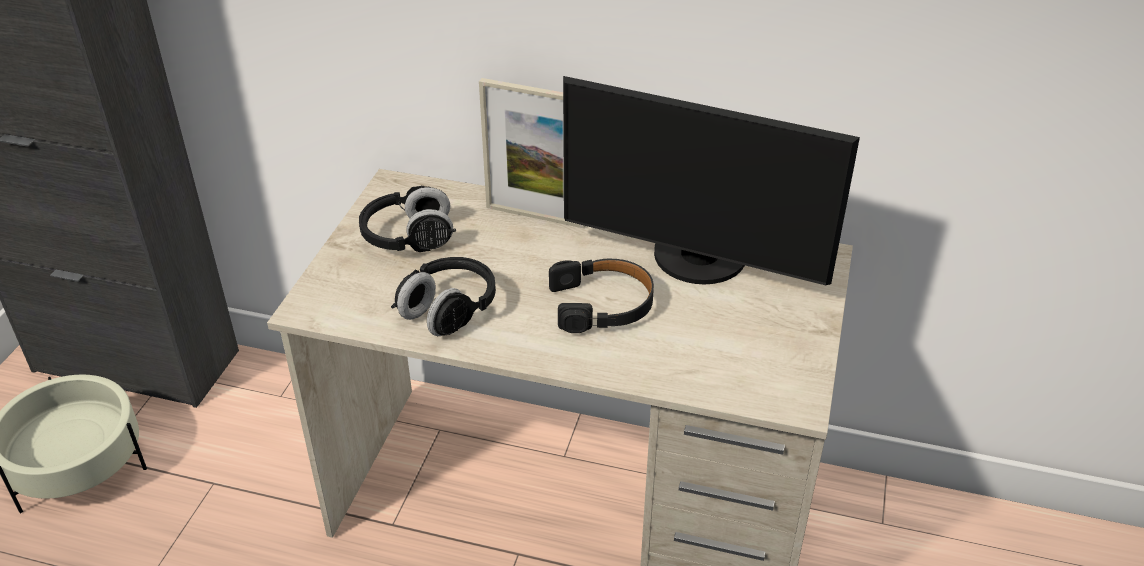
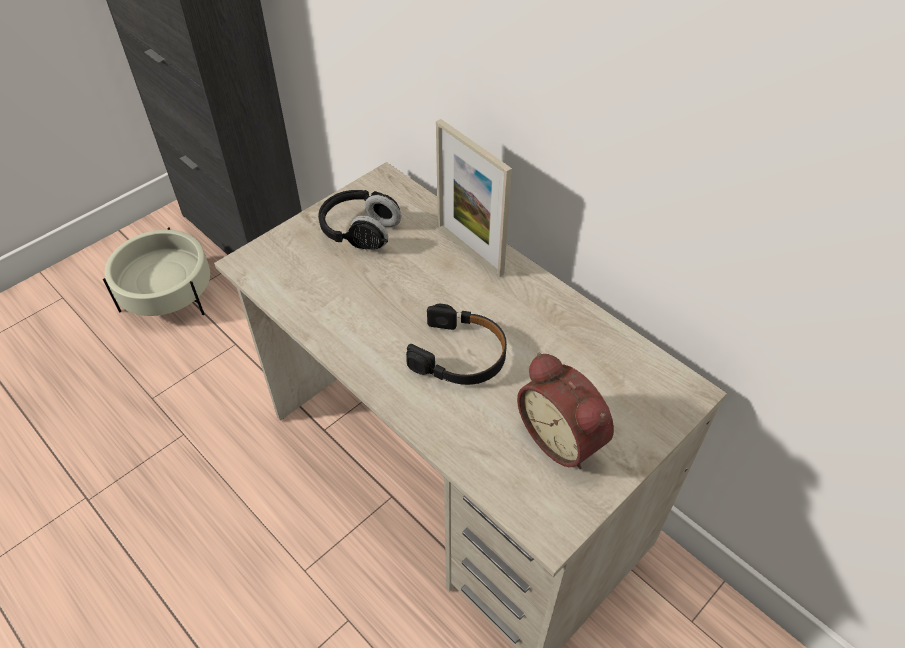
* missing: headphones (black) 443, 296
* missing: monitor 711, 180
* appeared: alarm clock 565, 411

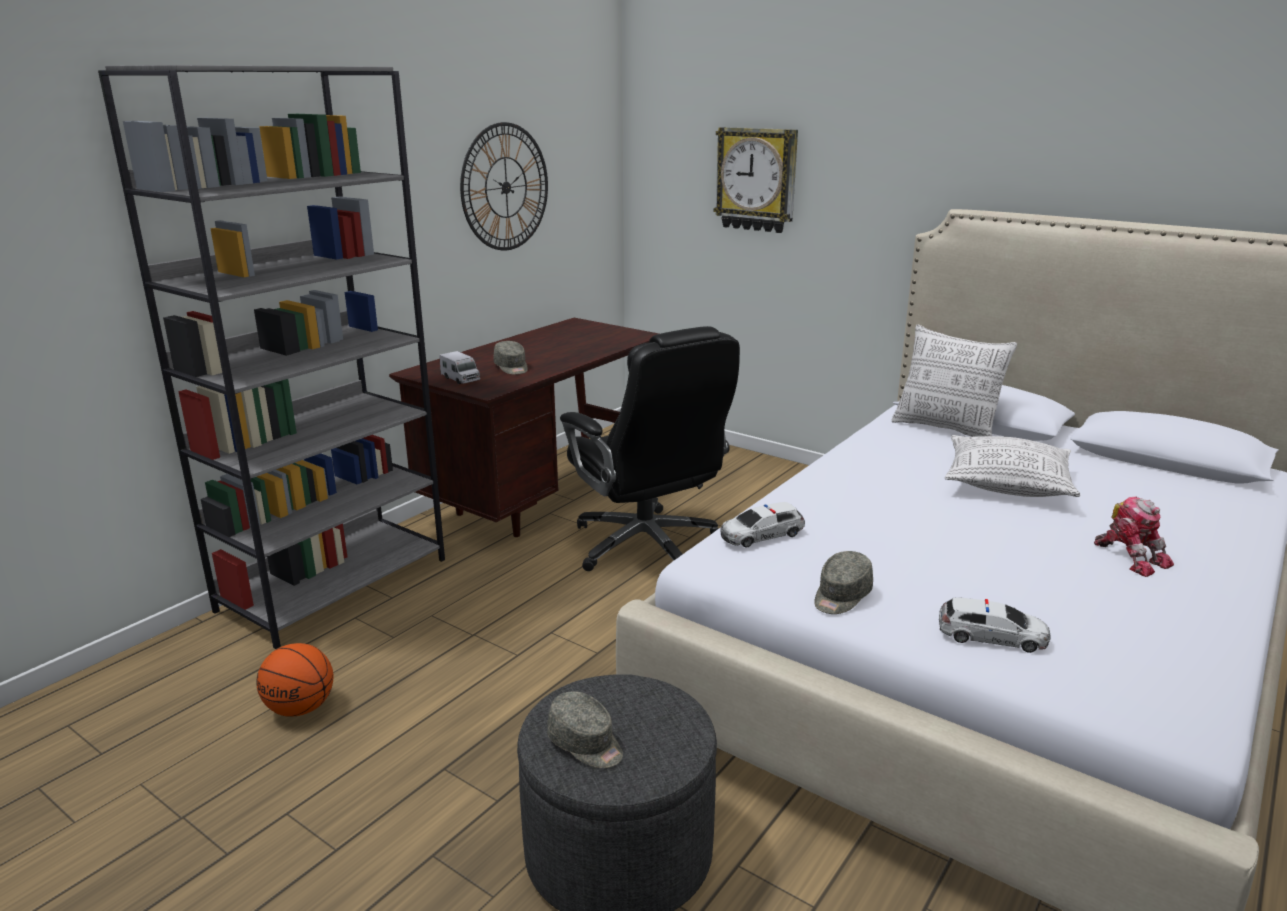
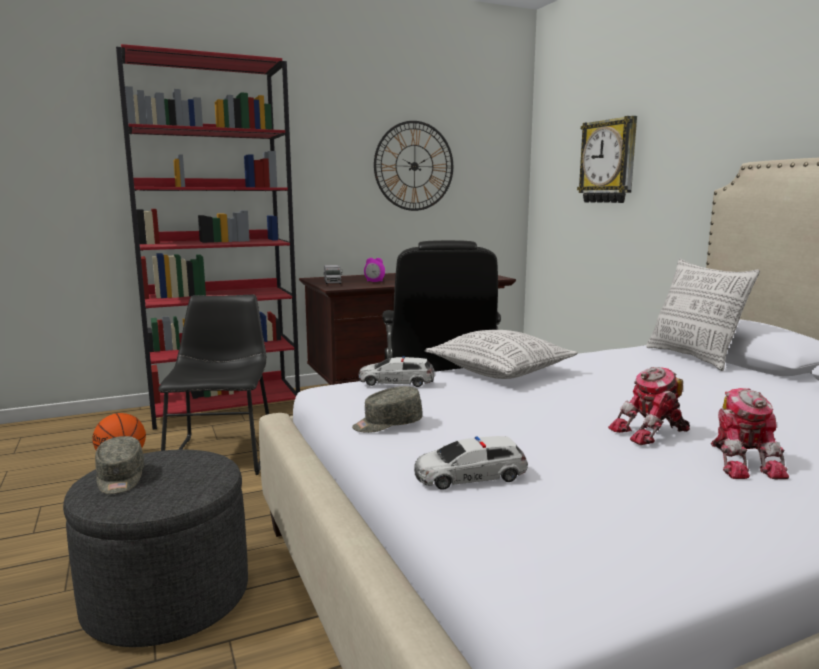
* colour: bookcase (grey) 271, 357 to bookcase (red) 208, 237
* exchanged: cap (grey) 510, 358 to alarm clock 374, 270
* spun: toy car 994, 625 = 471, 463 120 degrees clockwise
* relocated: pillow 1012, 466 to 501, 354
* appeared: chair (black) 213, 385
* appeared: toy robot 649, 406

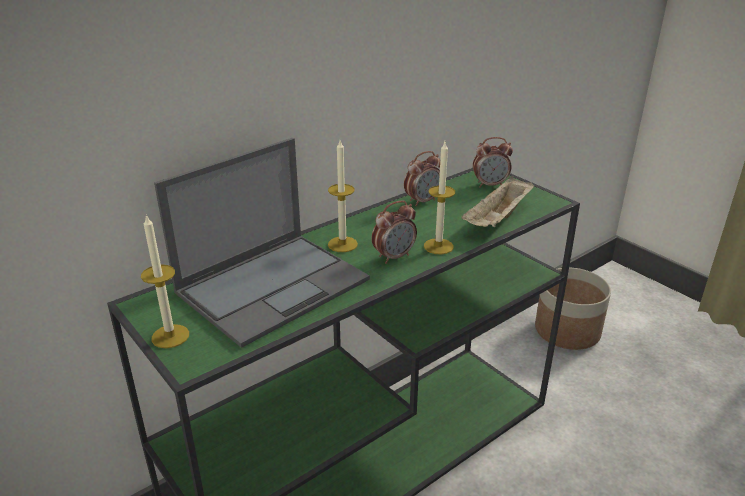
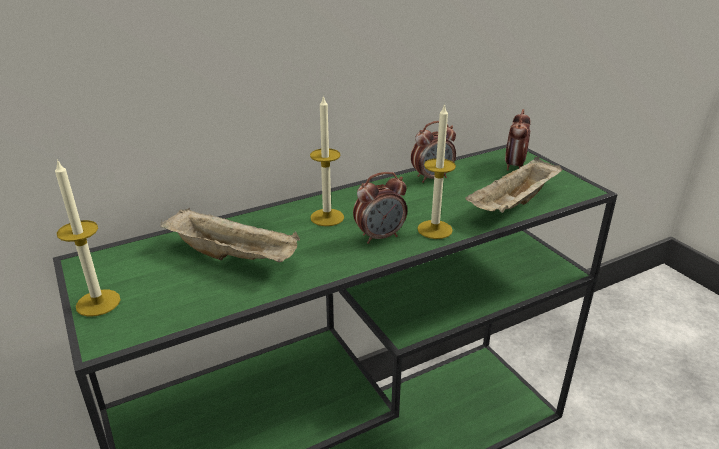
* exchanged: laptop 262, 243 to tray (beige) 230, 234
* spun: alarm clock 493, 162 = 518, 139 105 degrees clockwise
* missing: planter 573, 309

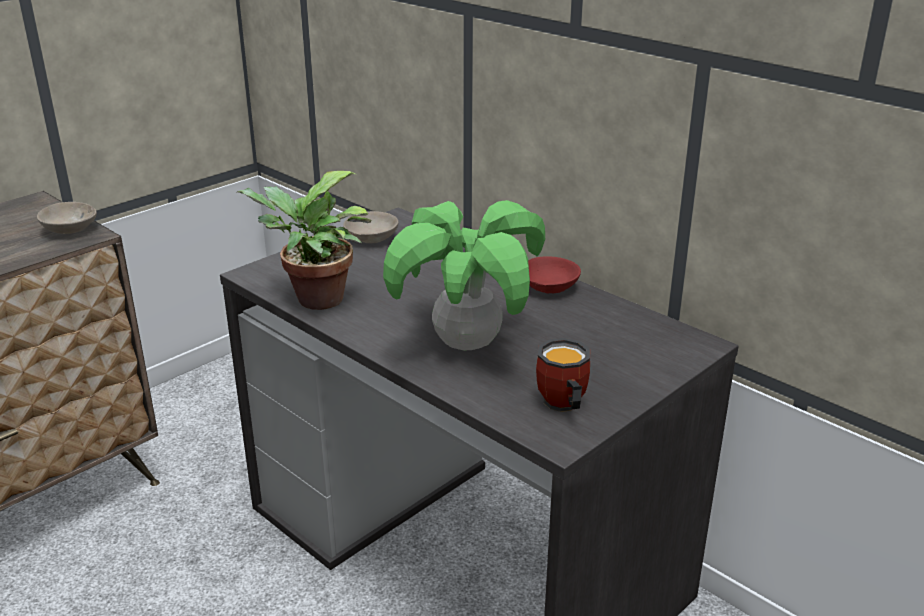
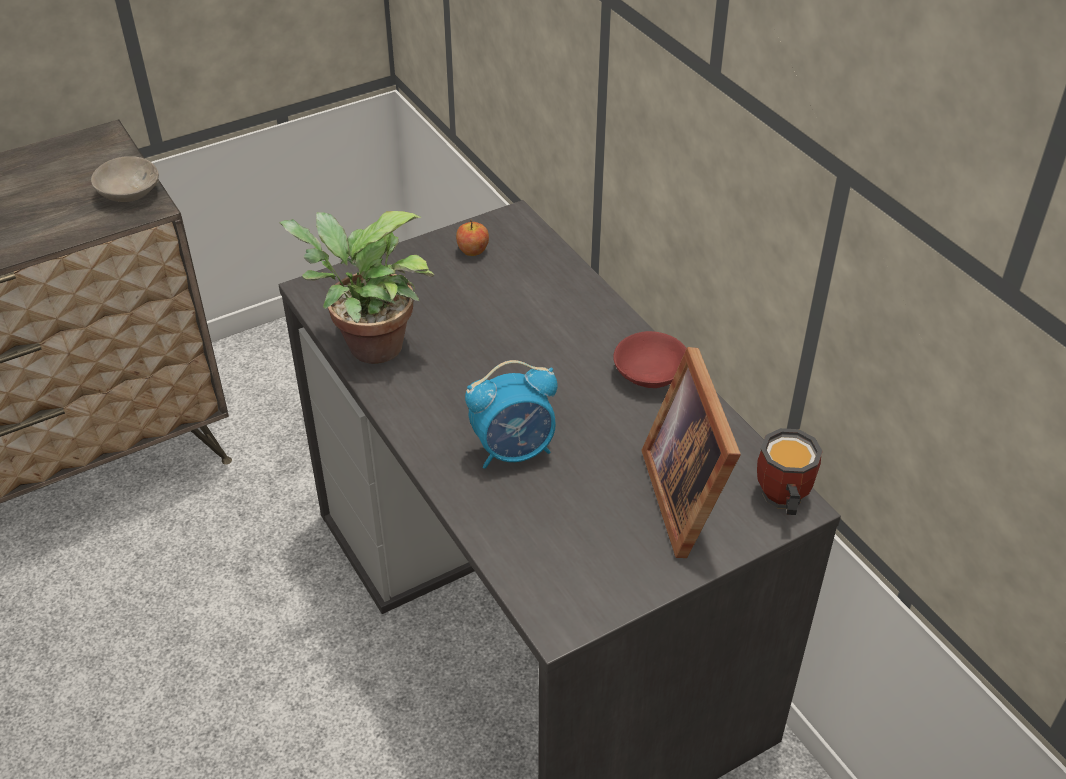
* exchanged: bowl (beige) 371, 227 to apple 472, 238
* exchanged: potted plant 464, 275 to alarm clock 511, 414
* relocated: mug 563, 375 to 790, 471
* appeared: picture frame 691, 452

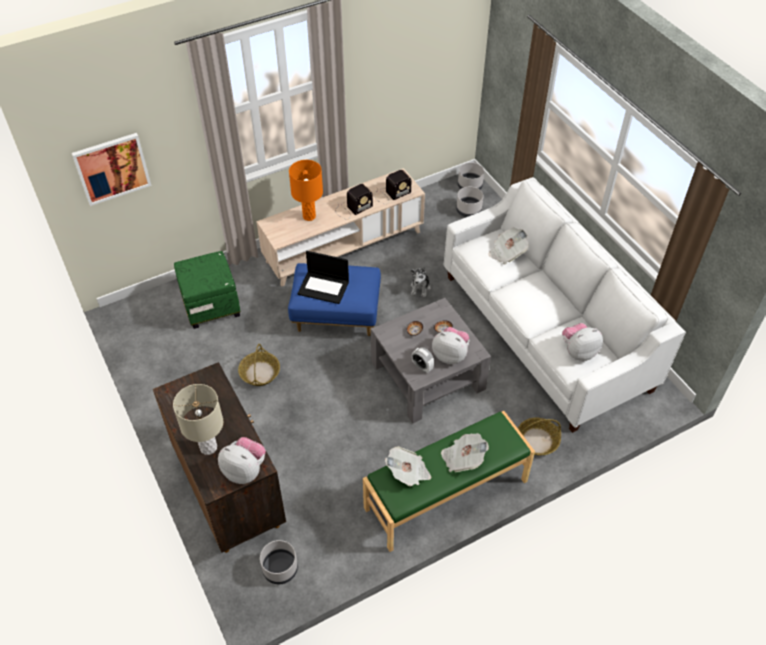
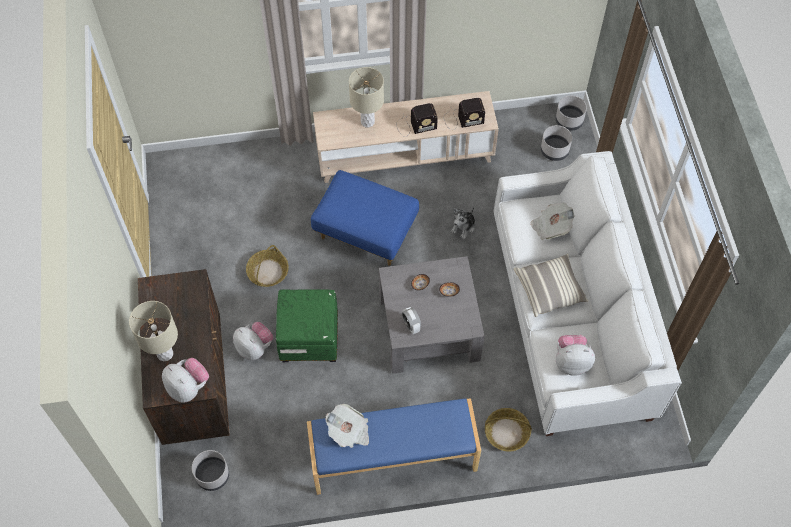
* missing: picture 111, 169
* relocated: ottoman (green) 207, 290 to 307, 325
* colour: table lamp (orange) 306, 190 to table lamp (beige) 366, 97
* missing: laptop 323, 277
* colour: bench (green) 449, 481 to bench (blue) 394, 446
* relocated: plush toy 450, 345 to 253, 341
* missing: newspaper 465, 452
* appeared: pillow 551, 285

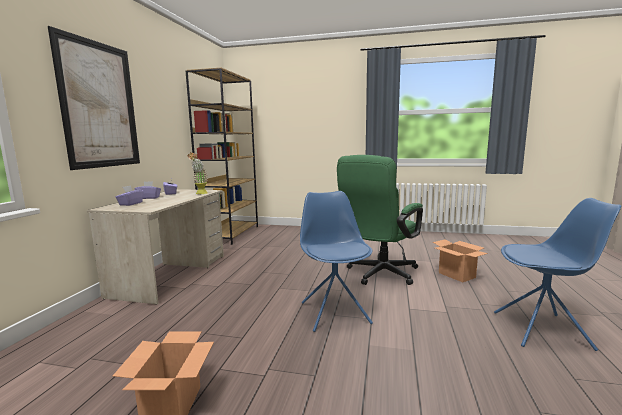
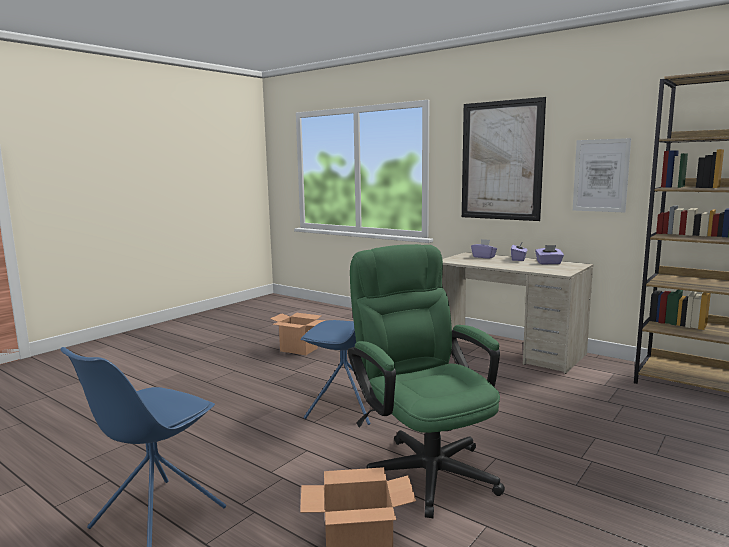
* missing: potted plant 197, 173
* appeared: picture 602, 175

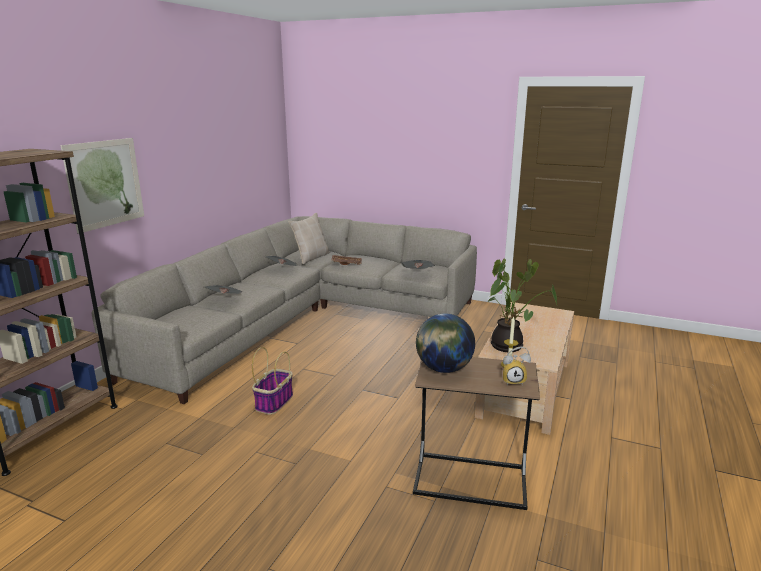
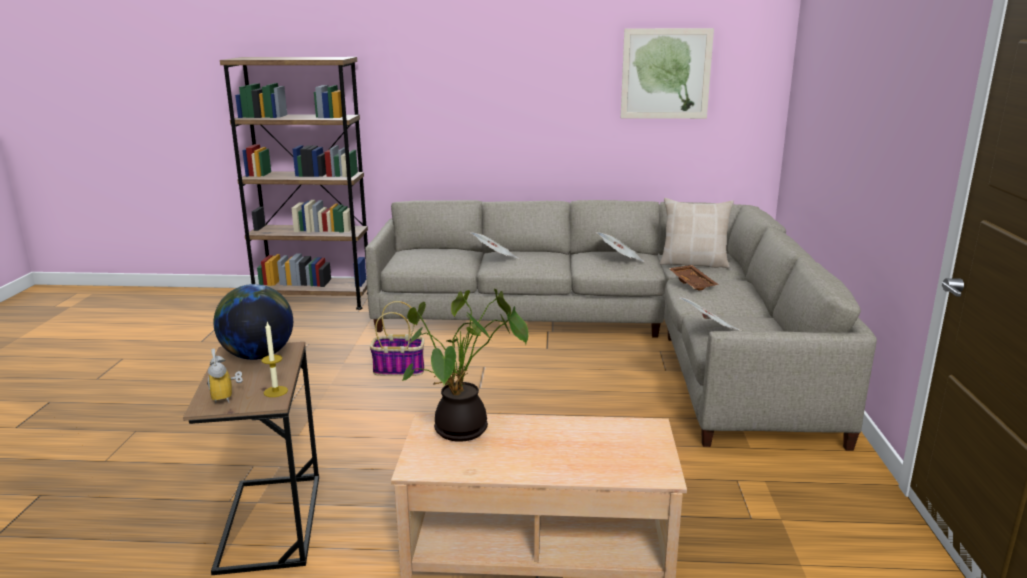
* relocated: picture 102, 186 to 667, 73

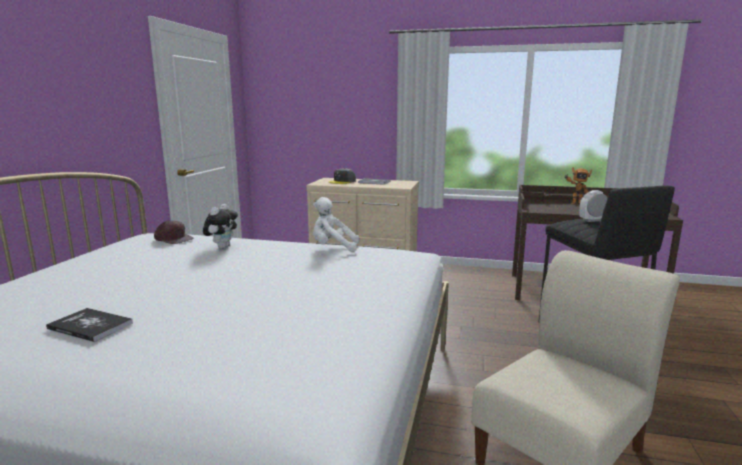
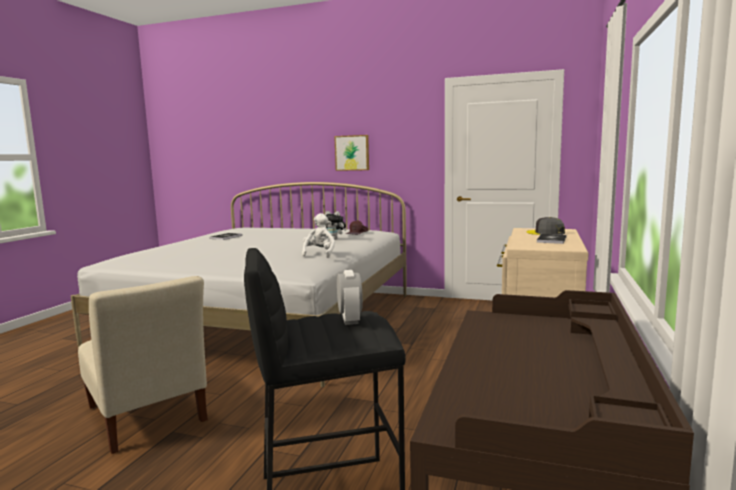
* missing: toy robot 578, 186
* appeared: picture 351, 153

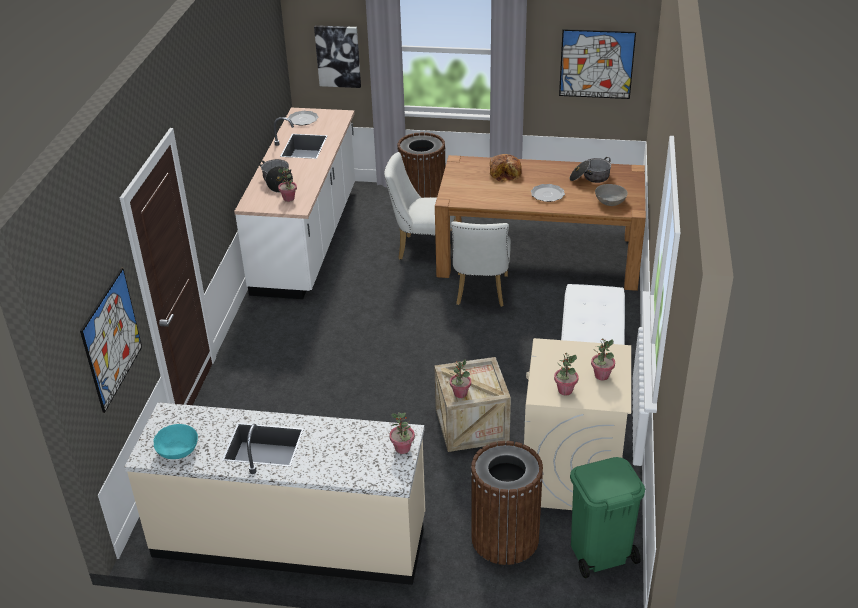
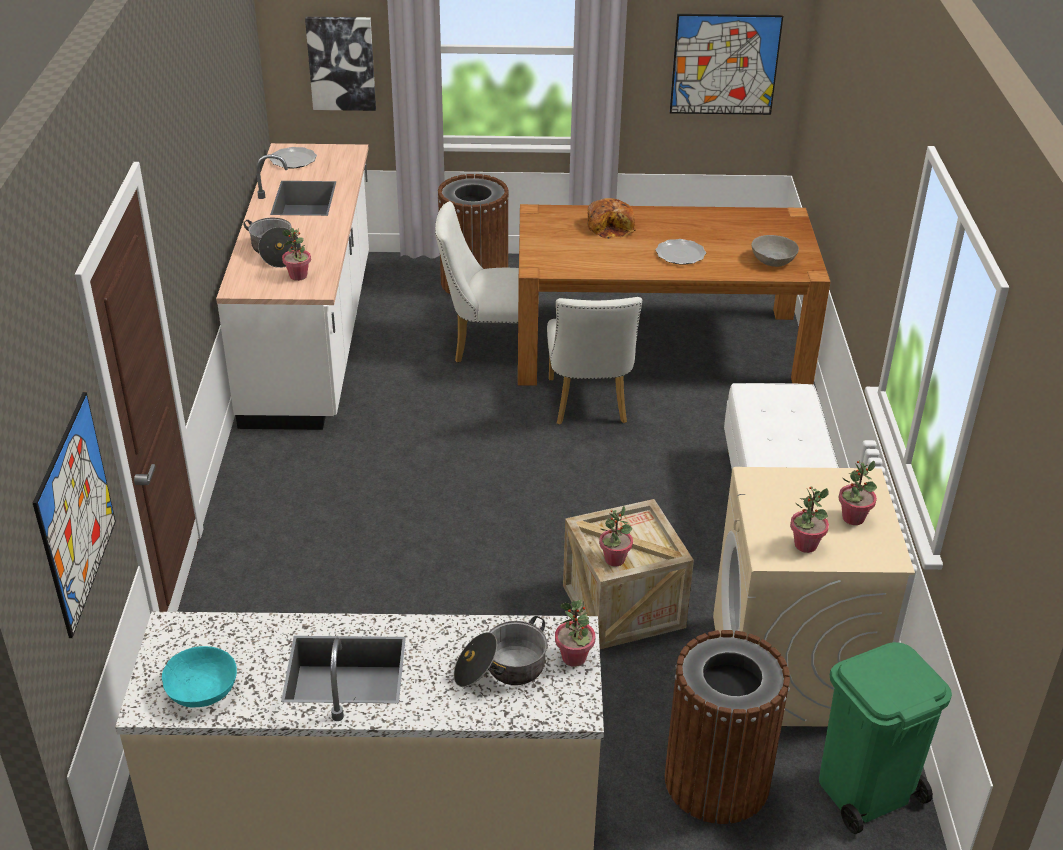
* relocated: cooking pot 590, 170 to 500, 651

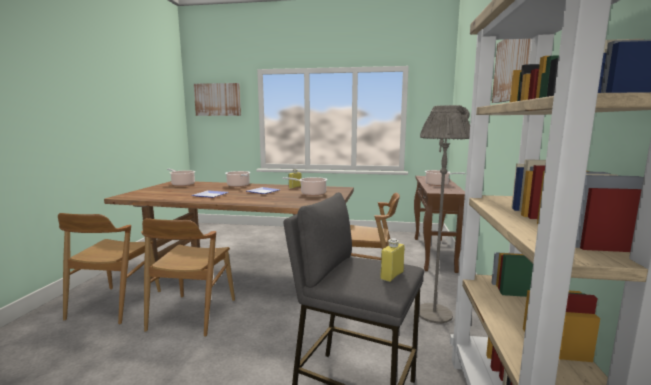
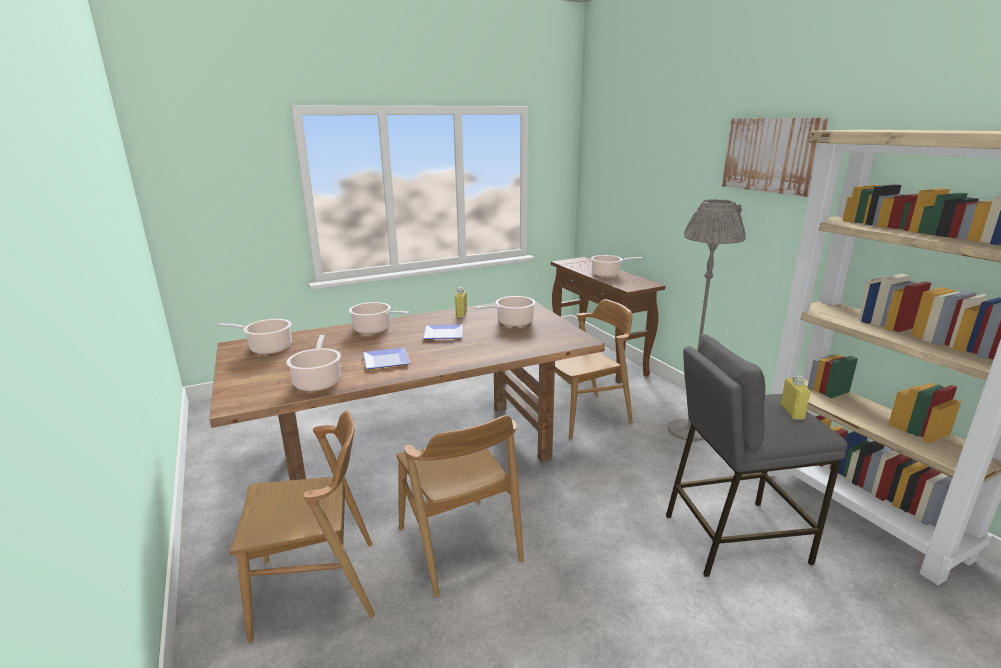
* spun: chair (brown) 109, 268 = 302, 527 75 degrees counterclockwise
* missing: picture 217, 99
* appeared: cooking pot 313, 363

